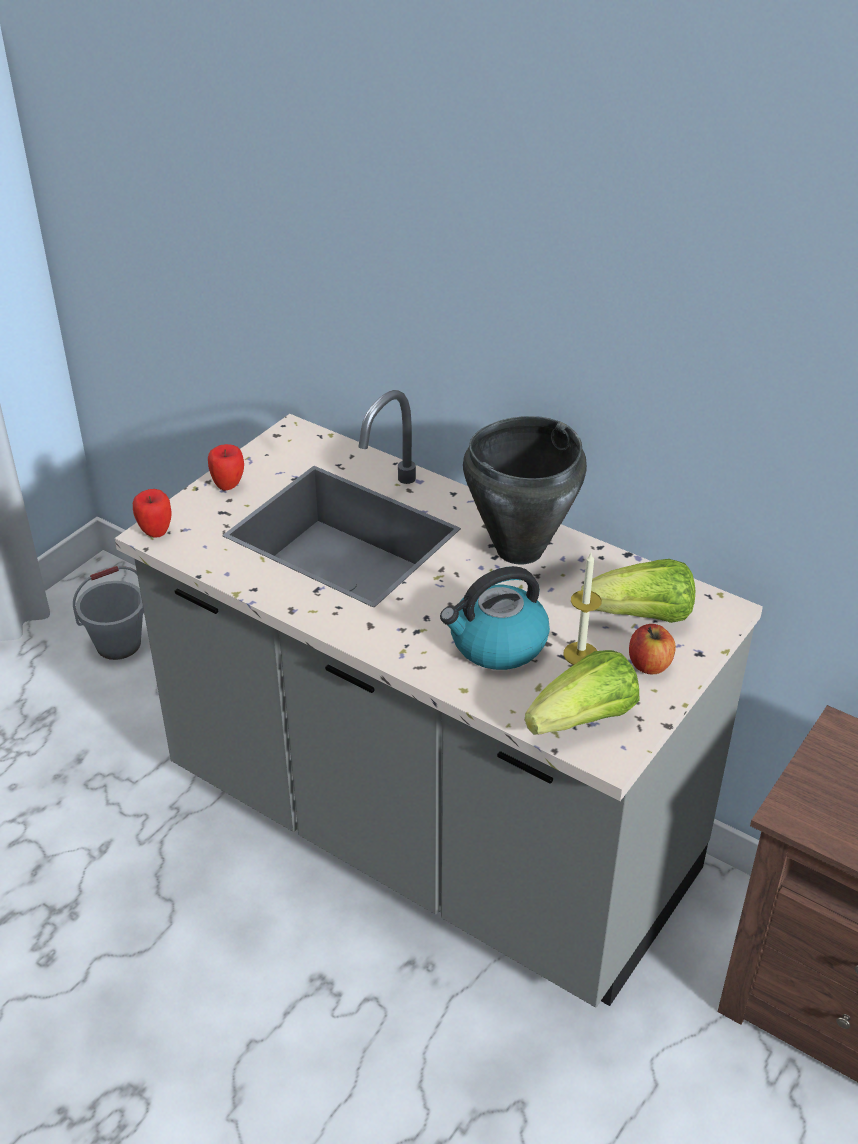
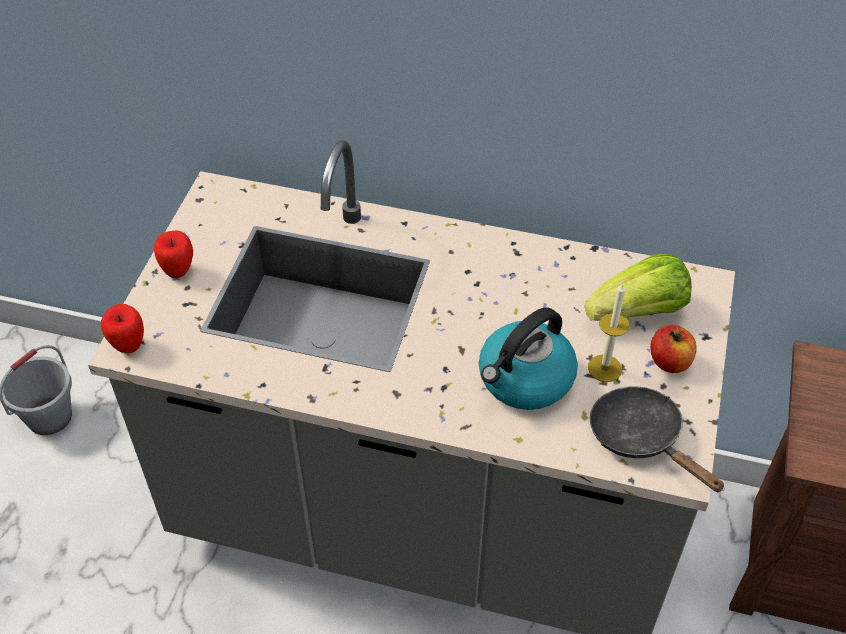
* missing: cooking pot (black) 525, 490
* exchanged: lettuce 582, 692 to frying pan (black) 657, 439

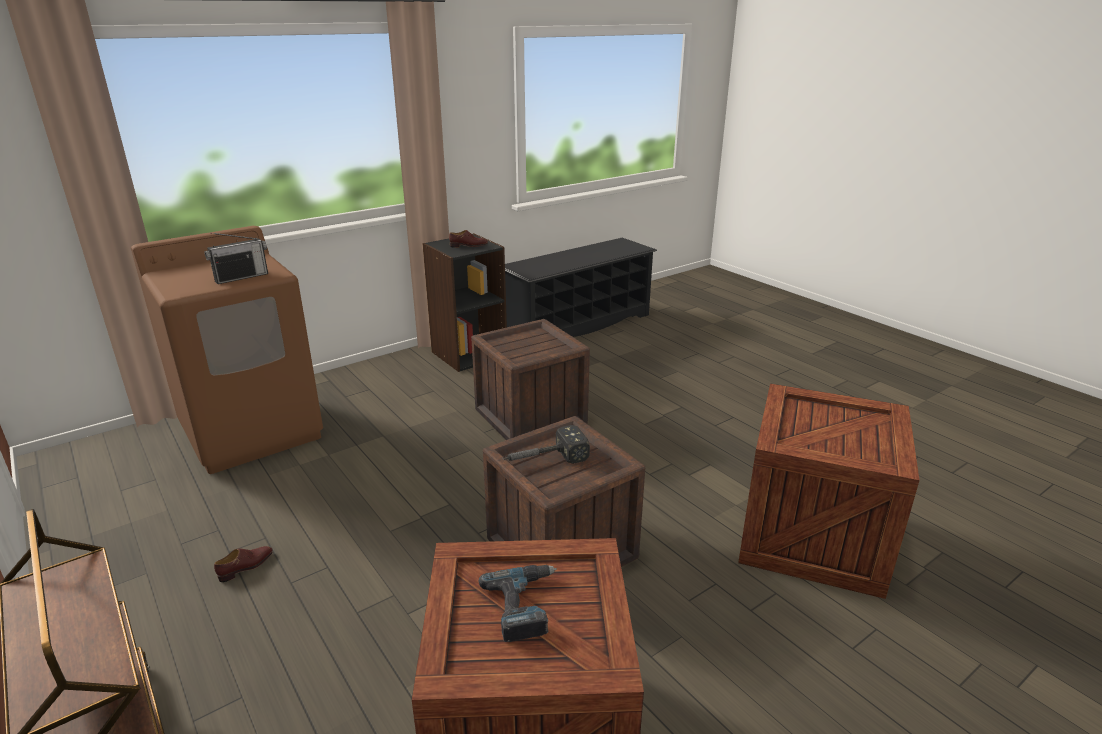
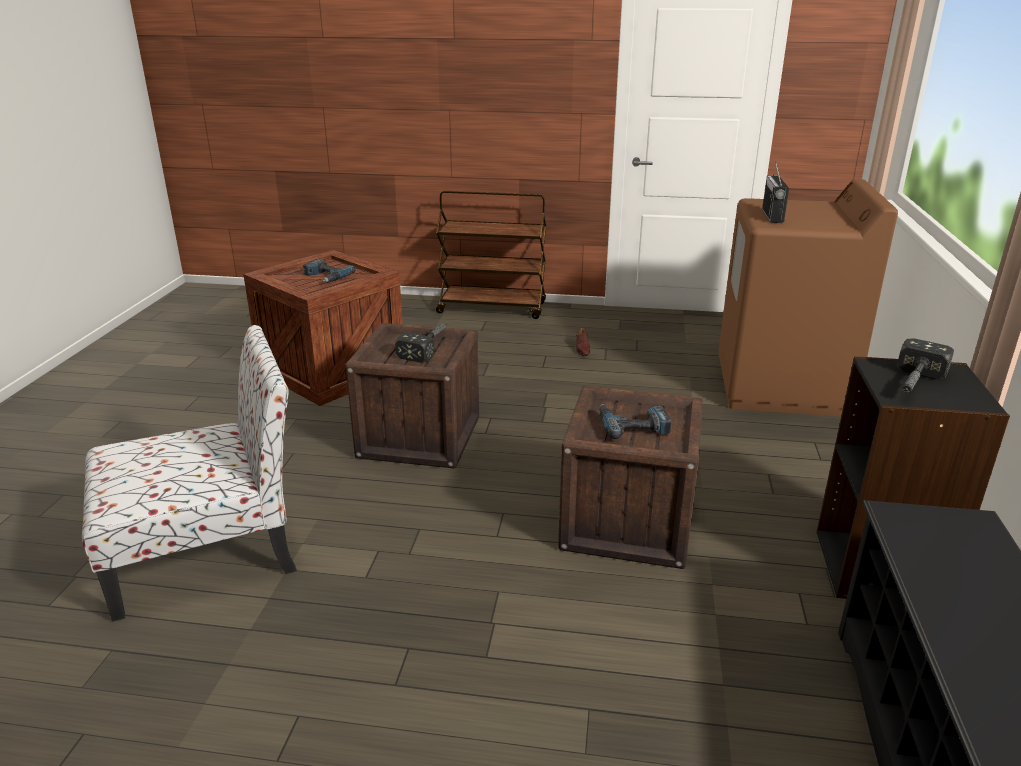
* exchanged: shoe (brown) 468, 239 to hammer 925, 365
* exchanged: crate 828, 491 to chair 189, 473
* appeared: power drill 635, 421

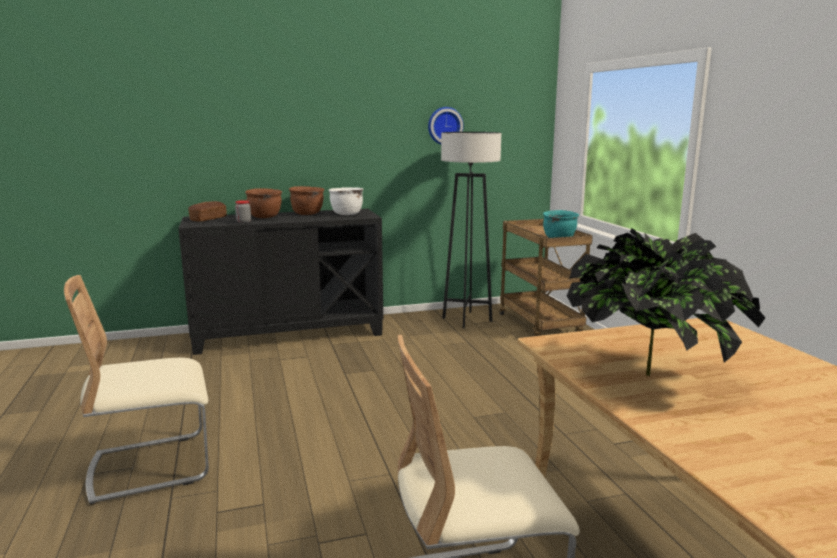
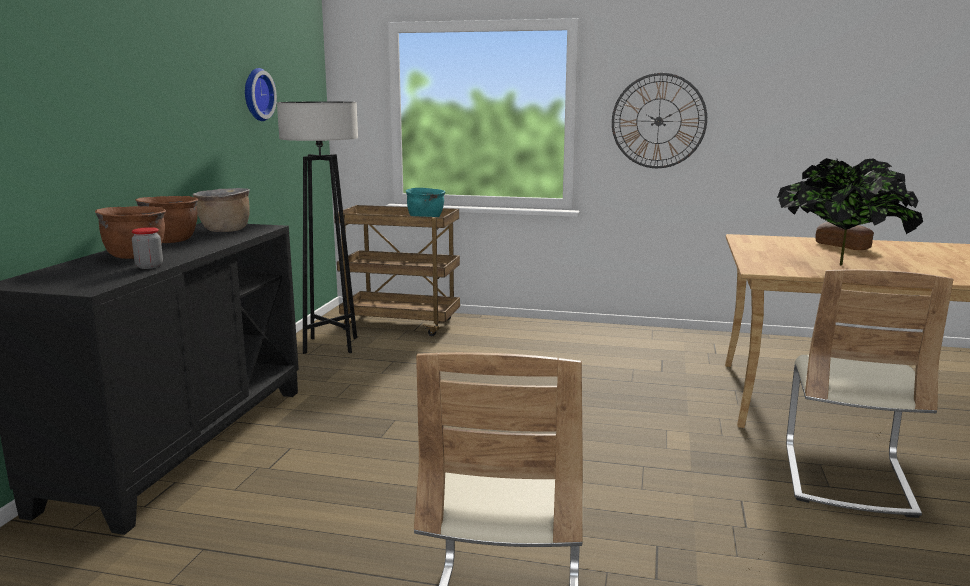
* relocated: bread 207, 211 to 844, 236
* colour: cooking pot (white) 346, 201 to cooking pot (brown) 221, 210
* appeared: wall clock 659, 120

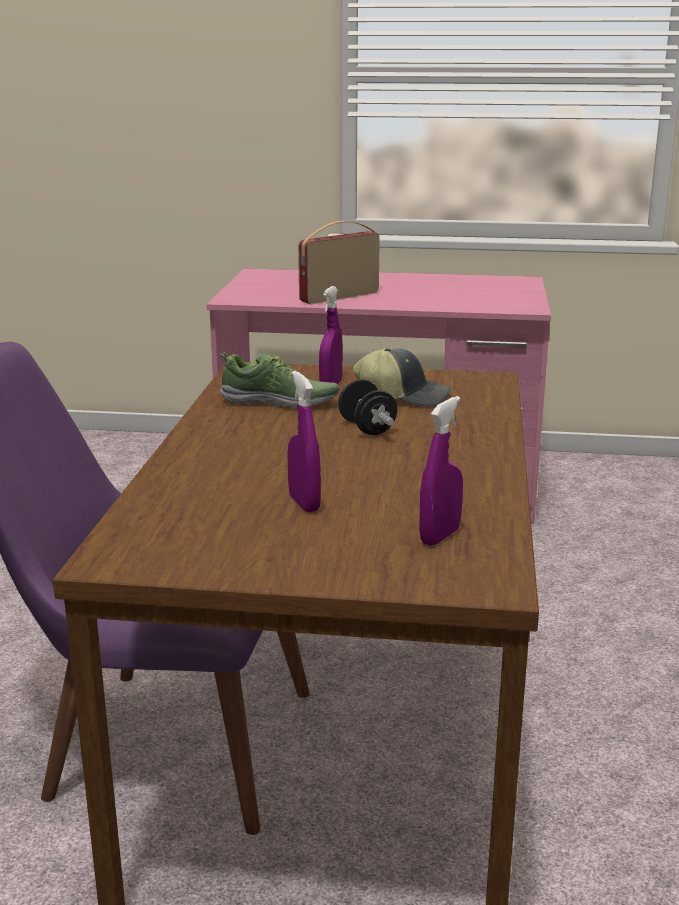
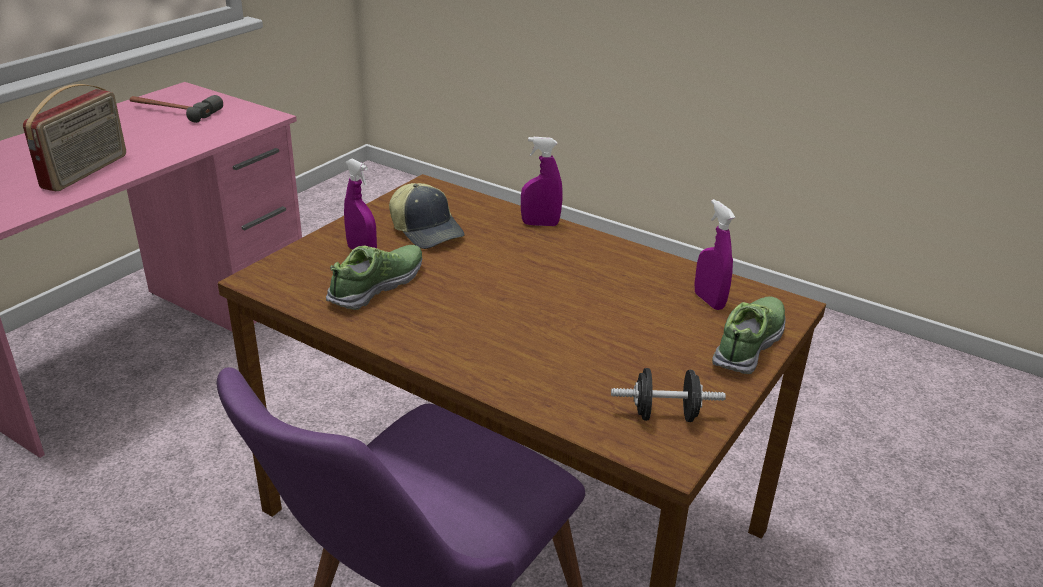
* relocated: spray bottle (purple) 304, 441 to 541, 181
* spun: radio 339, 262 = 74, 137 150 degrees counterclockwise
* relocated: dumbbell (black) 367, 407 to 668, 395
* spun: cap 402, 377 = 427, 216 105 degrees clockwise
* appeared: hammer 176, 109
* appeared: shoe 749, 335

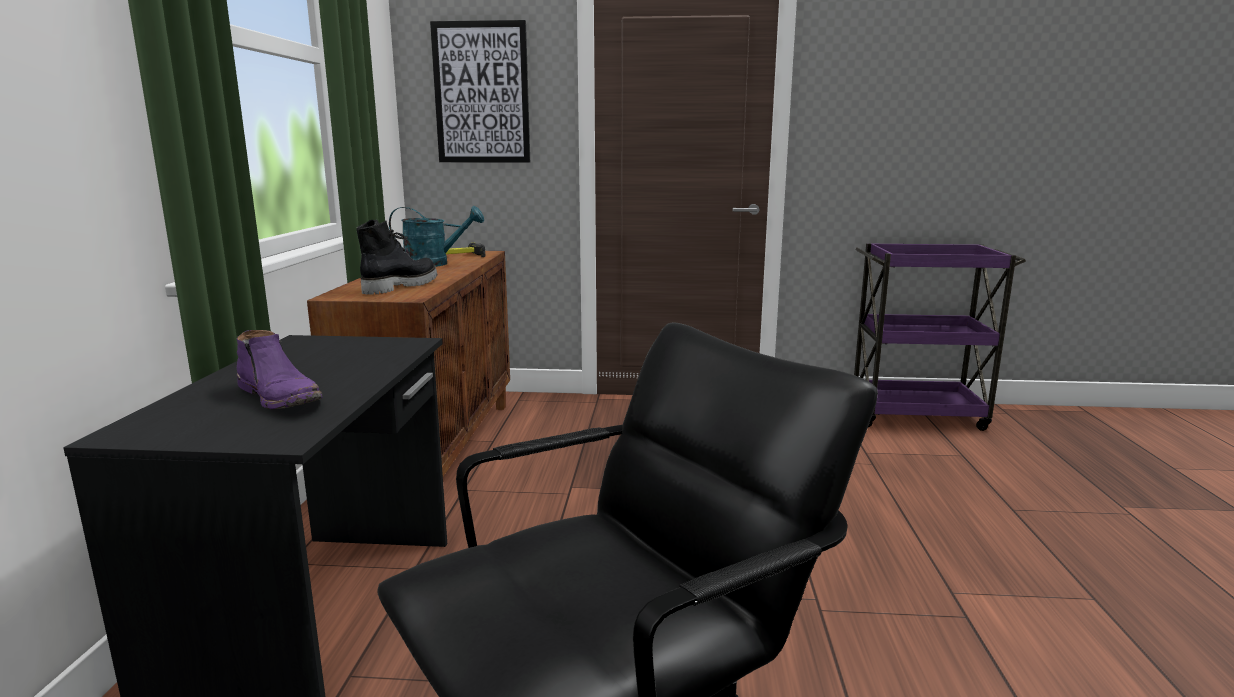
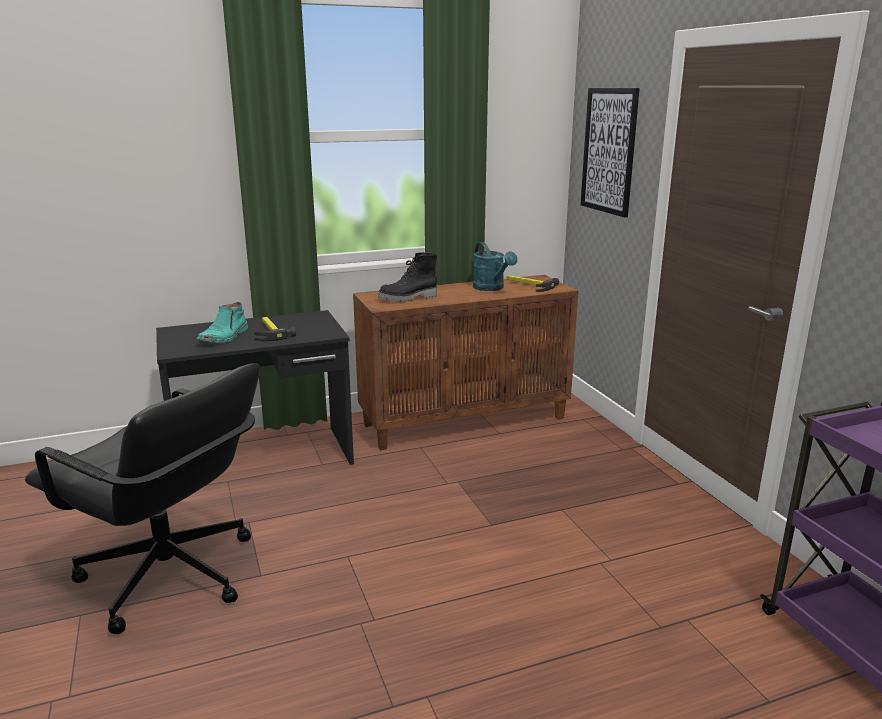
* colour: boot (purple) 280, 369 to boot (turquoise) 222, 322
* spun: boot (black) 396, 257 = 407, 277 150 degrees clockwise
* appeared: hammer 275, 329

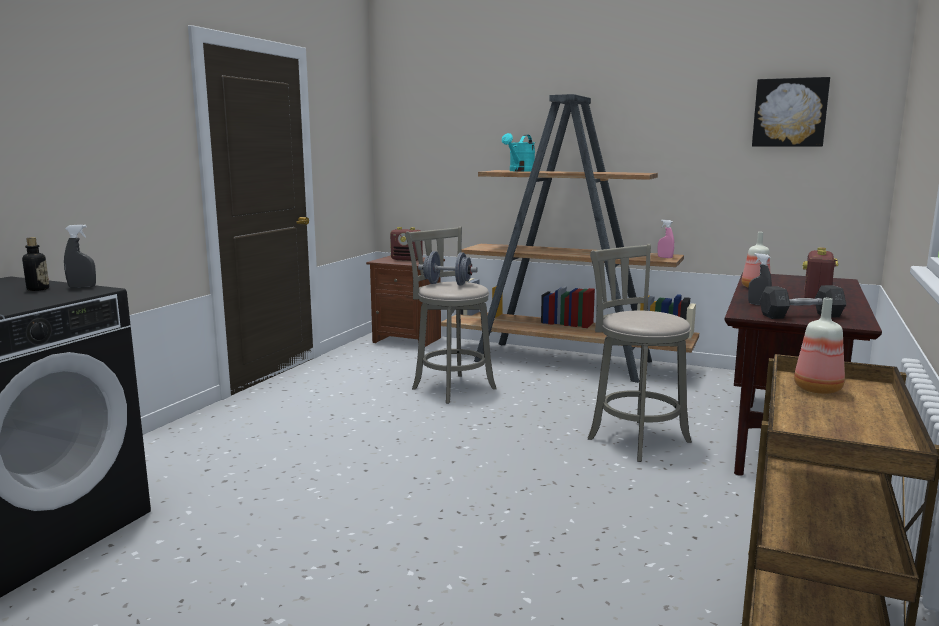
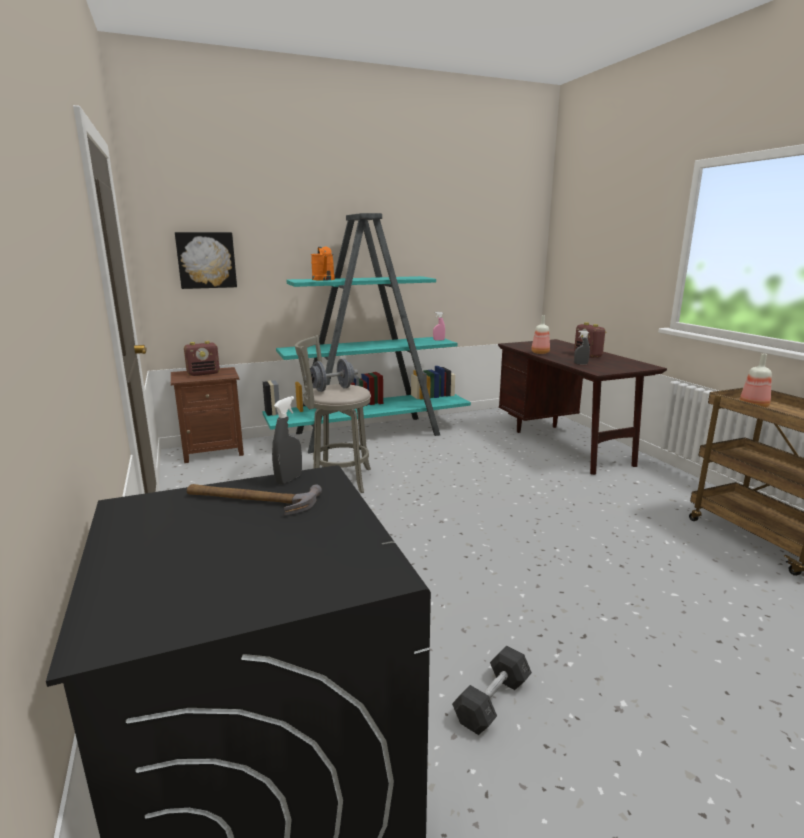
* exchanged: bottle 35, 264 to hammer 254, 499
* colour: bookcase (brown) 570, 238 to bookcase (turquoise) 366, 333
* colour: watering can (turquoise) 518, 152 to watering can (orange) 323, 264
* missing: stool (grey) 640, 353
* relocated: picture 791, 112 to 206, 260
* relocated: dumbbell (grey) 803, 302 to 492, 690

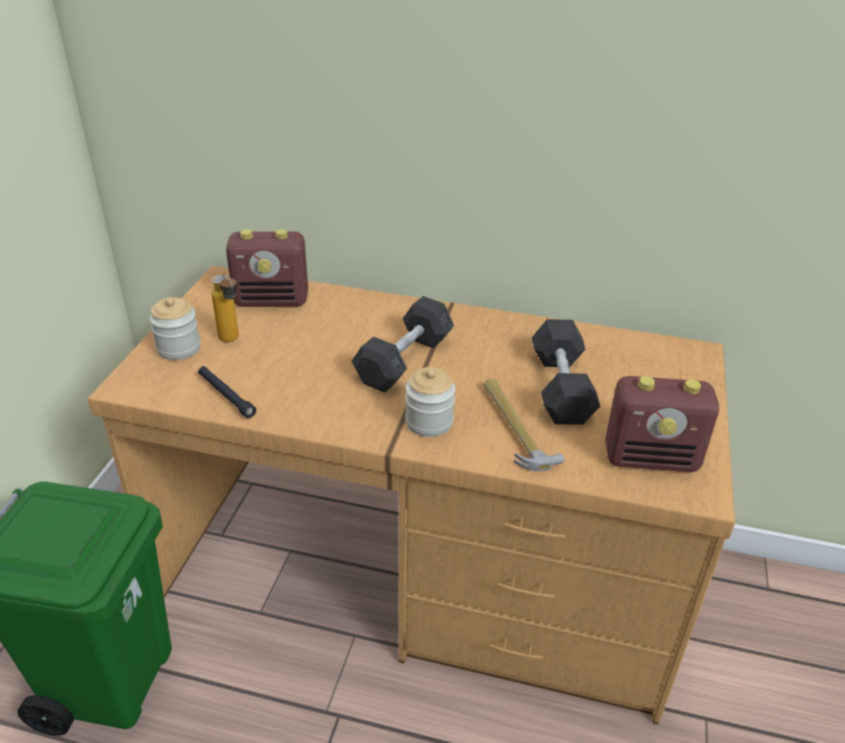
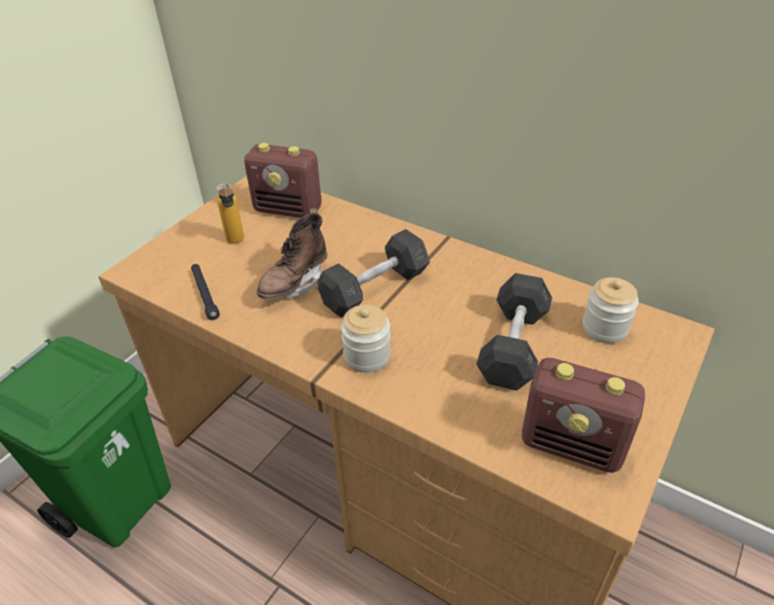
* relocated: jar 175, 328 to 610, 310
* missing: hammer 523, 425
* appeared: boot (brown) 292, 254

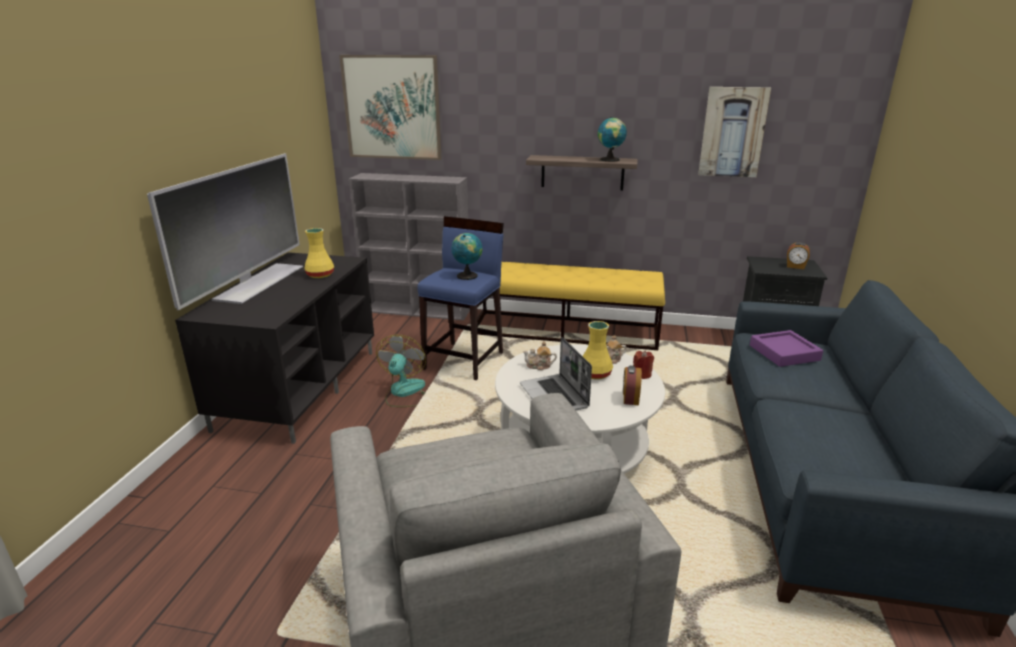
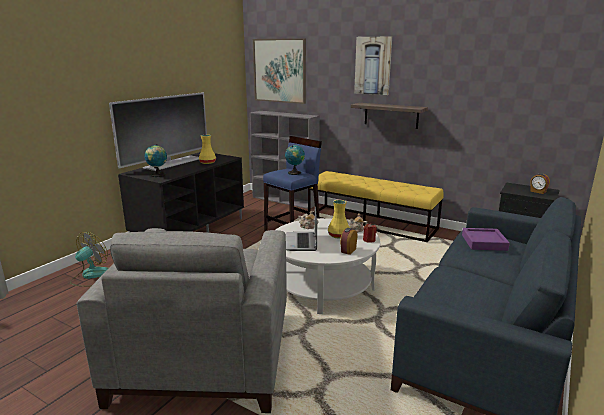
* relocated: fan 401, 371 to 89, 259
* relocated: globe 612, 139 to 155, 160
* relocated: picture 734, 132 to 373, 66

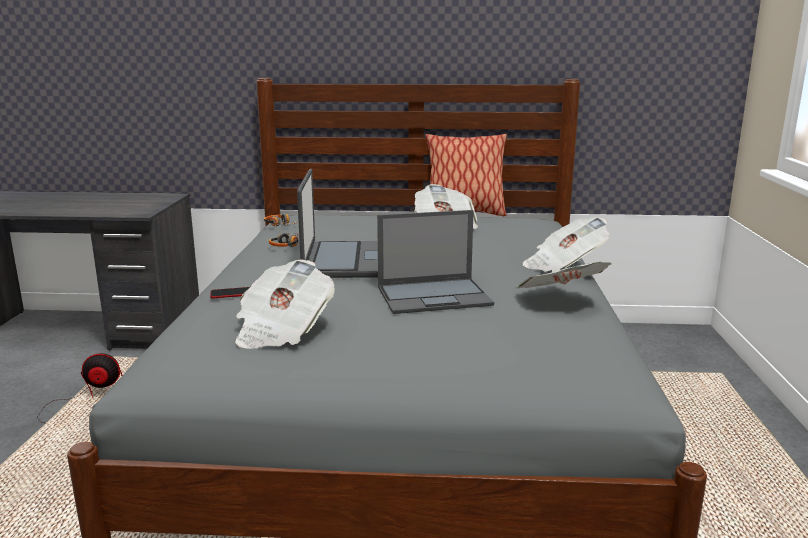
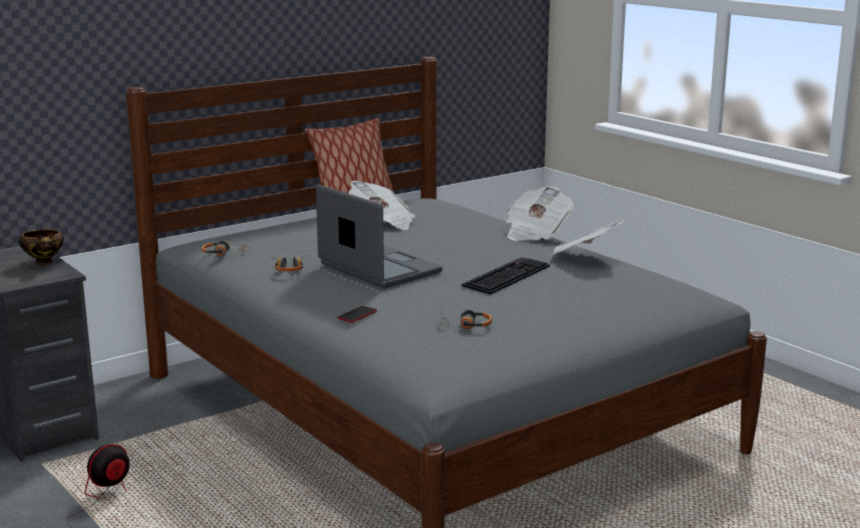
* exchanged: newspaper 285, 304 to headphones 464, 319
* exchanged: laptop 435, 262 to keyboard 505, 275
* appeared: bowl 41, 247

